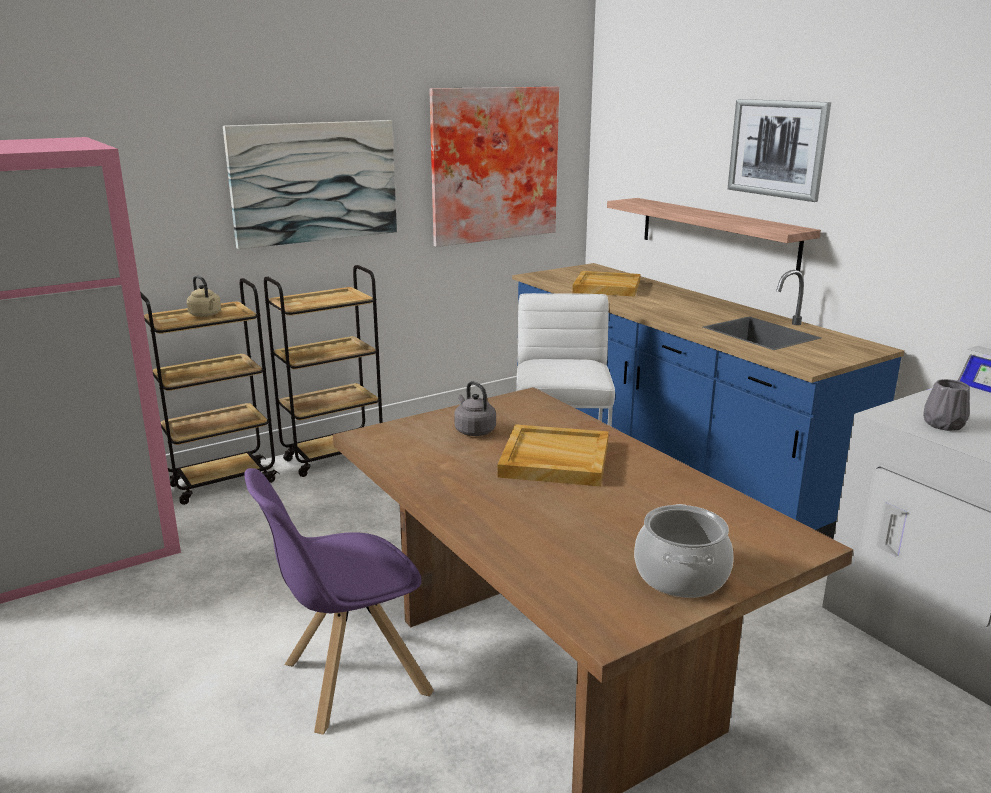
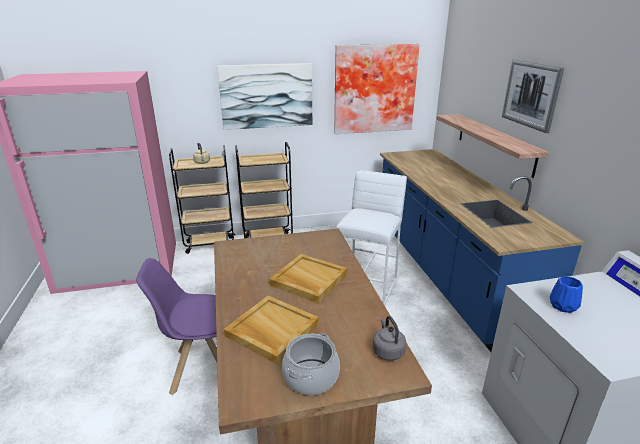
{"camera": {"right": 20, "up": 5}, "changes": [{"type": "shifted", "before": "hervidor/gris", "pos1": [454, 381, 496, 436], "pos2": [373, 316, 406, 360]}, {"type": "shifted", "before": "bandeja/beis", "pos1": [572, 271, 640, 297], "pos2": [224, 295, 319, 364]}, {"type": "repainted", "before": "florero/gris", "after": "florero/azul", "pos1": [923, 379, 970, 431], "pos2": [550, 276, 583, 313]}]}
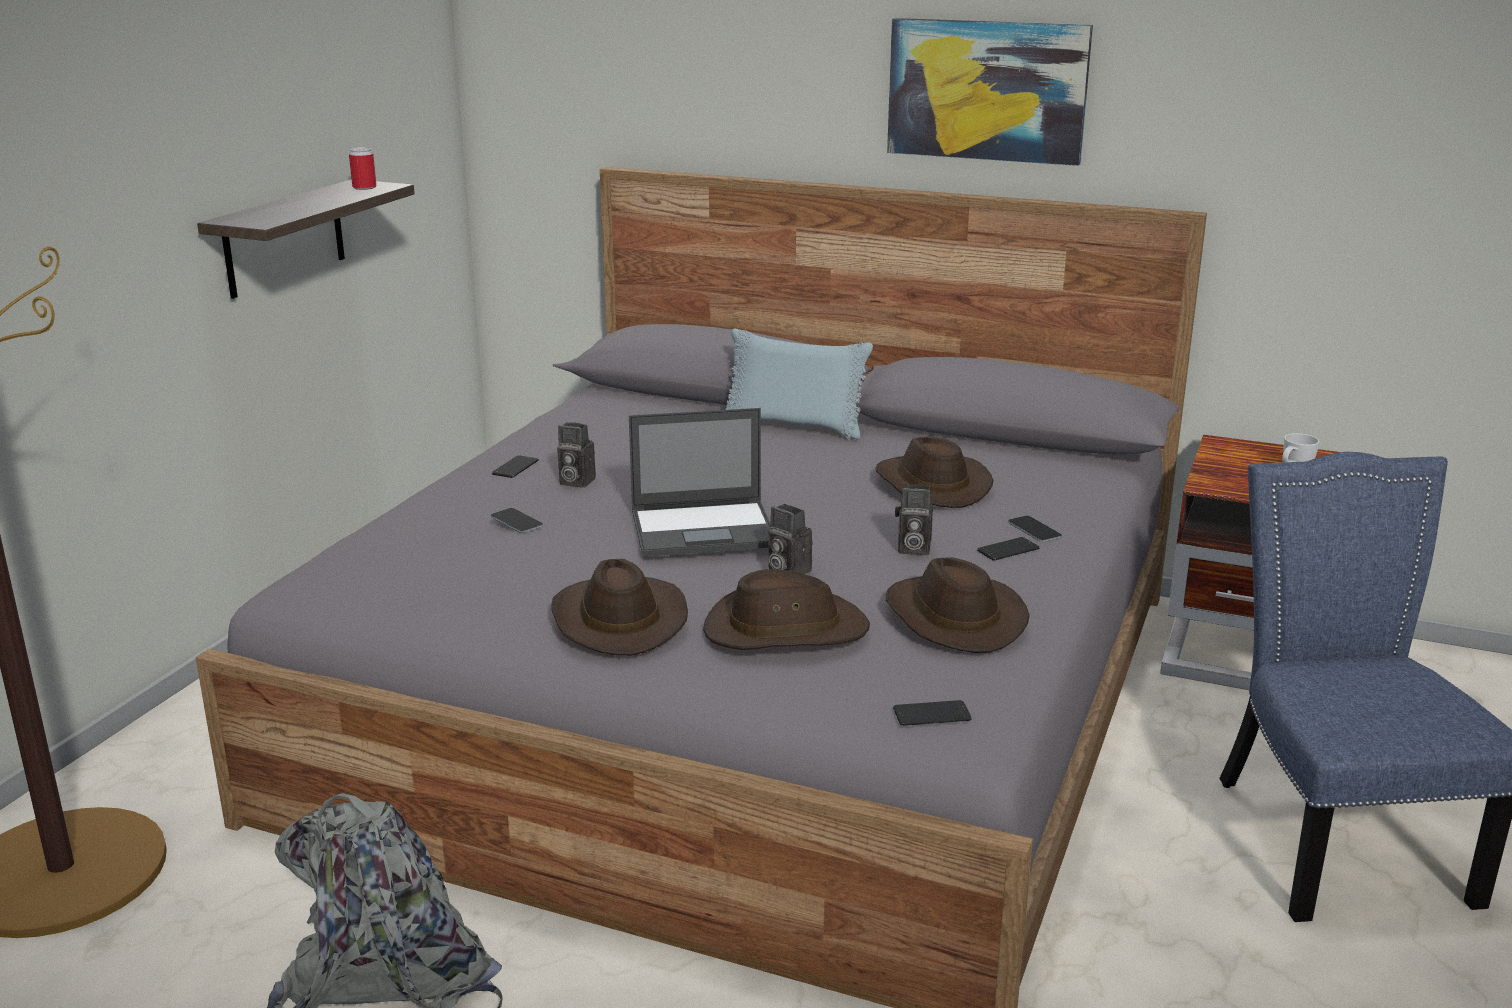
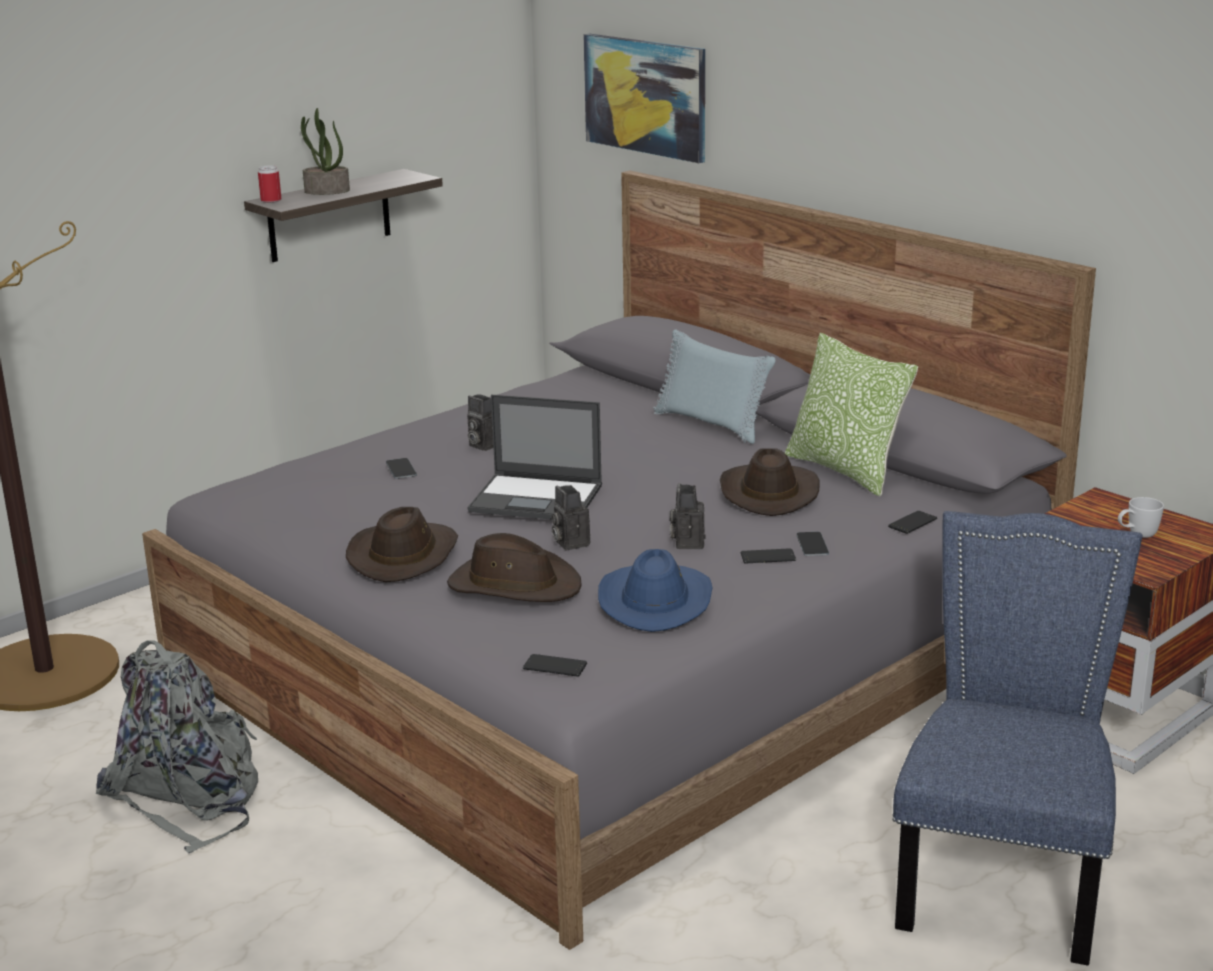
{"camera": {"right": 25, "up": 0}, "changes": [{"type": "new", "after": "planta en maceta", "pos2": [301, 108, 350, 195]}, {"type": "new", "after": "cojín", "pos2": [785, 333, 918, 497]}, {"type": "shifted", "before": "lata", "pos1": [349, 147, 376, 190], "pos2": [258, 165, 282, 203]}, {"type": "shifted", "before": "móvil", "pos1": [492, 455, 539, 478], "pos2": [888, 511, 937, 534]}, {"type": "shifted", "before": "cuadro", "pos1": [887, 18, 1093, 166], "pos2": [583, 34, 705, 163]}, {"type": "repainted", "before": "sombrero/marrón", "after": "sombrero/azul", "pos1": [886, 557, 1030, 653], "pos2": [598, 549, 712, 632]}, {"type": "rotated", "before": "cámara", "pos1": [895, 484, 933, 555], "pos2": [669, 483, 705, 549], "turn": 60}]}
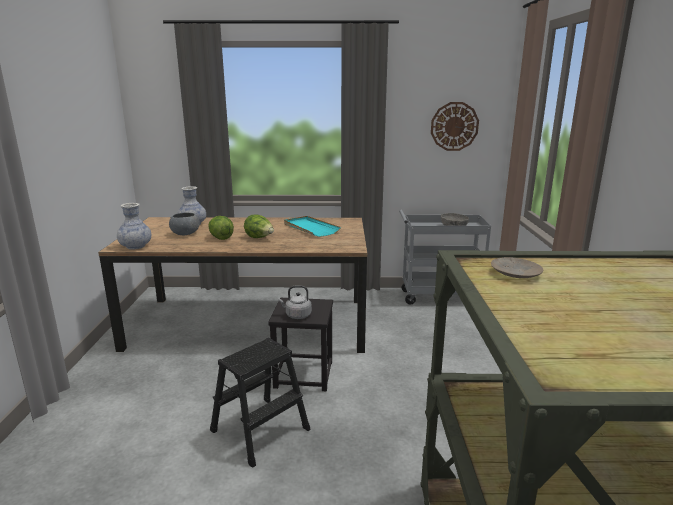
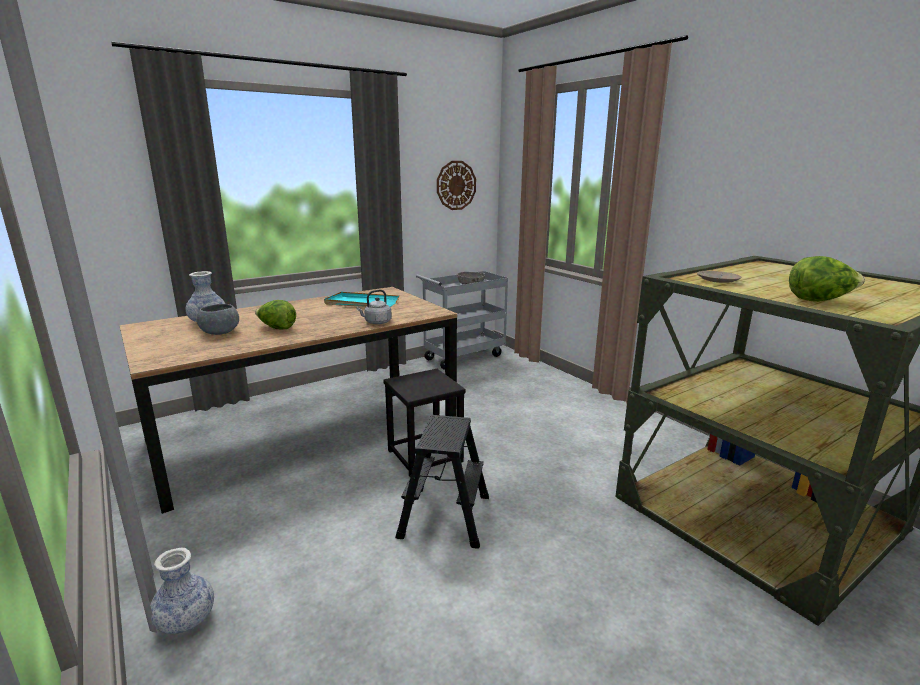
{"camera": {"right": -35, "up": 0}, "changes": [{"type": "shifted", "before": "florero", "pos1": [117, 203, 151, 250], "pos2": [150, 548, 214, 634]}, {"type": "shifted", "before": "lechuga", "pos1": [244, 215, 274, 238], "pos2": [789, 256, 865, 302]}, {"type": "shifted", "before": "hervidor/gris", "pos1": [278, 285, 312, 319], "pos2": [356, 290, 392, 324]}]}
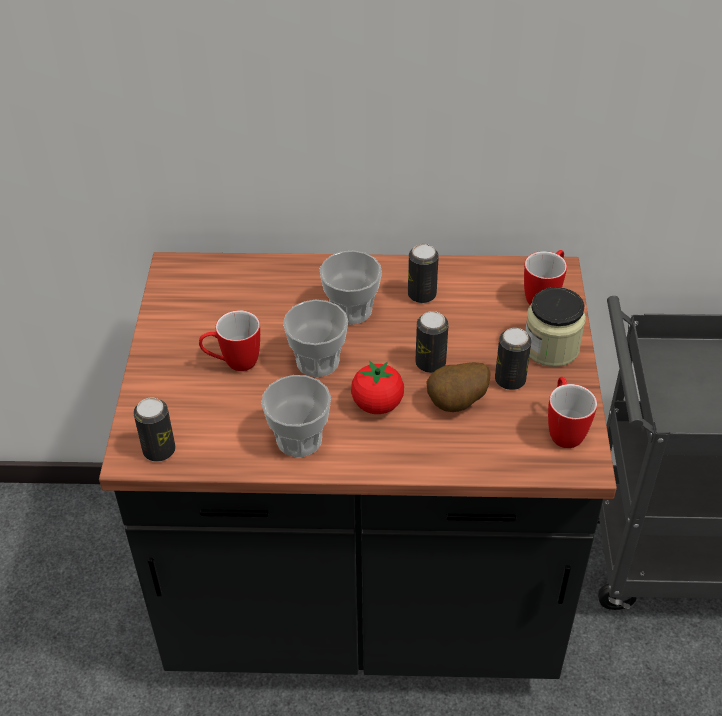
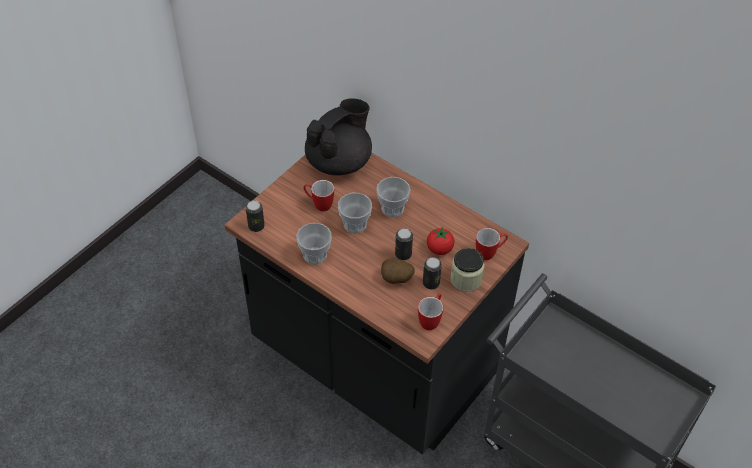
{"camera": {"right": 35, "up": 5}, "changes": [{"type": "gone", "before": "lata", "pos1": [408, 244, 439, 303]}, {"type": "new", "after": "tetera/negro", "pos2": [305, 98, 372, 175]}, {"type": "shifted", "before": "tomate", "pos1": [351, 361, 404, 414], "pos2": [427, 227, 454, 255]}]}
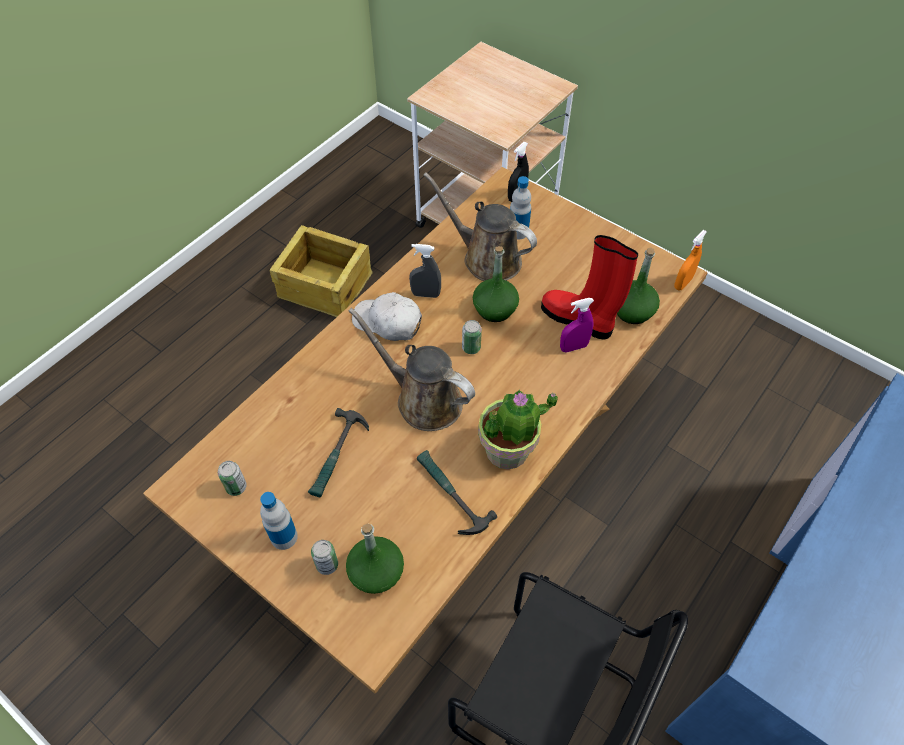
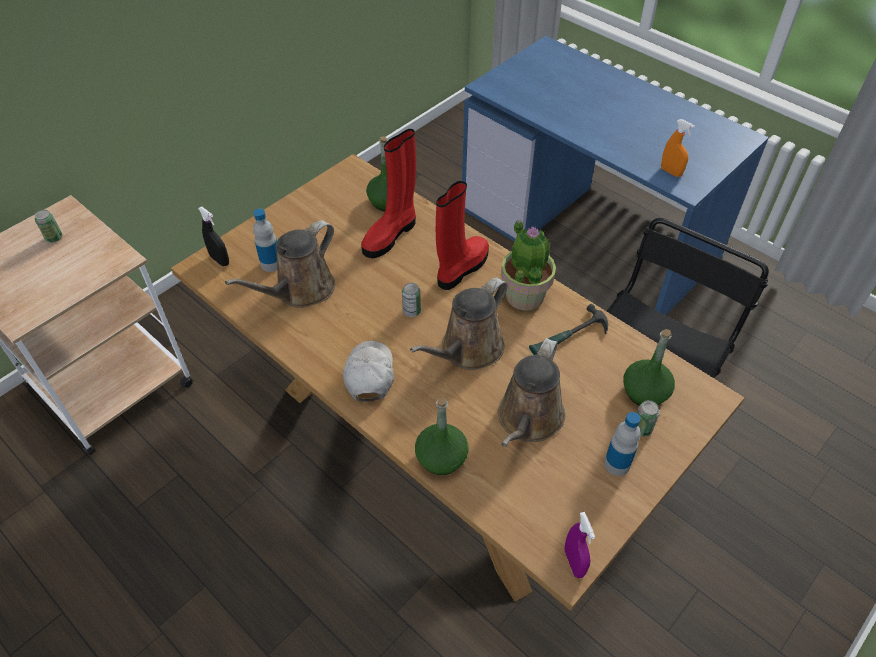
{"camera": {"right": -85, "up": -5}, "changes": [{"type": "gone", "before": "caja de embalaje", "pos1": [270, 225, 373, 317]}, {"type": "gone", "before": "pulverizador/gris", "pos1": [409, 244, 441, 298]}, {"type": "new", "after": "bota/rojo", "pos2": [436, 181, 489, 290]}, {"type": "shifted", "before": "lata", "pos1": [218, 461, 247, 496], "pos2": [35, 210, 62, 243]}, {"type": "shifted", "before": "botella/verde", "pos1": [473, 246, 519, 322], "pos2": [415, 397, 469, 475]}, {"type": "shifted", "before": "pulverizador/morado", "pos1": [560, 298, 594, 352], "pos2": [564, 512, 595, 578]}, {"type": "shifted", "before": "pulverizador/naranja", "pos1": [674, 230, 707, 291], "pos2": [661, 119, 695, 177]}, {"type": "swapped", "before": "martillo", "after": "regadera/marrón", "pos1": [308, 408, 369, 498], "pos2": [498, 338, 565, 447]}, {"type": "rotated", "before": "gorra/blanco", "pos1": [352, 292, 422, 341], "pos2": [343, 341, 395, 402], "turn": 150}]}
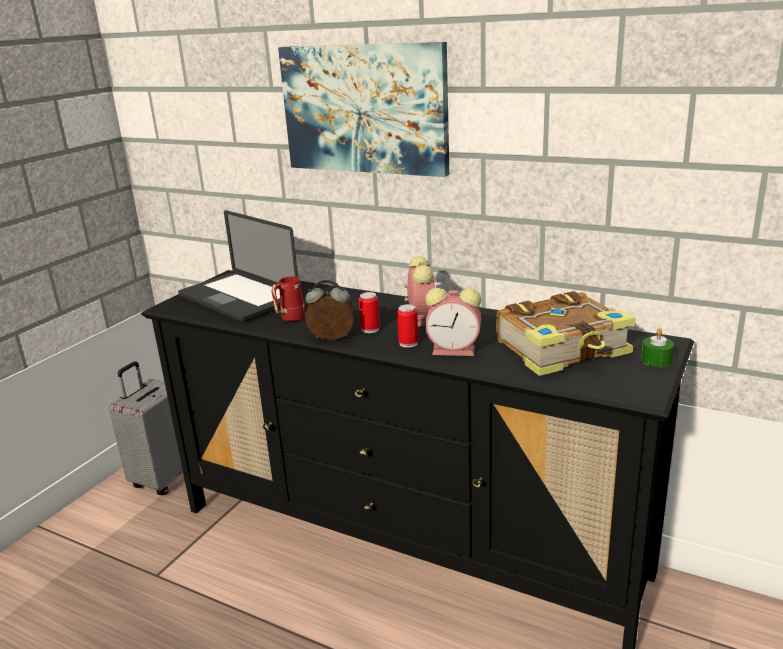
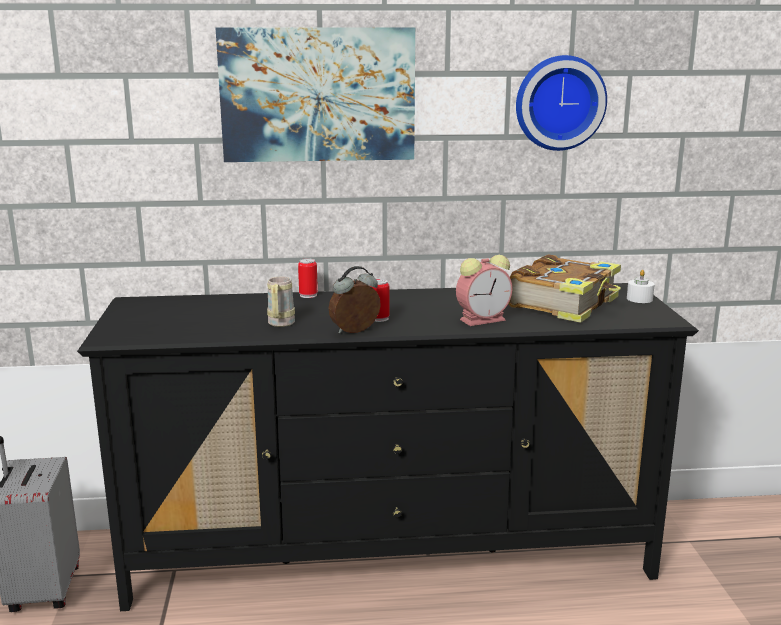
{"camera": {"right": -35, "up": -5}, "changes": [{"type": "gone", "before": "portátil", "pos1": [178, 210, 298, 322]}, {"type": "gone", "before": "despertador", "pos1": [404, 256, 435, 326]}, {"type": "new", "after": "reloj de pared", "pos2": [516, 55, 607, 151]}, {"type": "shifted", "before": "lata", "pos1": [397, 304, 418, 348], "pos2": [298, 258, 318, 298]}, {"type": "repainted", "before": "taza grande/rojo", "after": "taza grande/beis", "pos1": [271, 276, 305, 321], "pos2": [267, 277, 295, 327]}, {"type": "repainted", "before": "vela/verde", "after": "vela/blanco", "pos1": [641, 328, 674, 367], "pos2": [627, 270, 655, 303]}]}
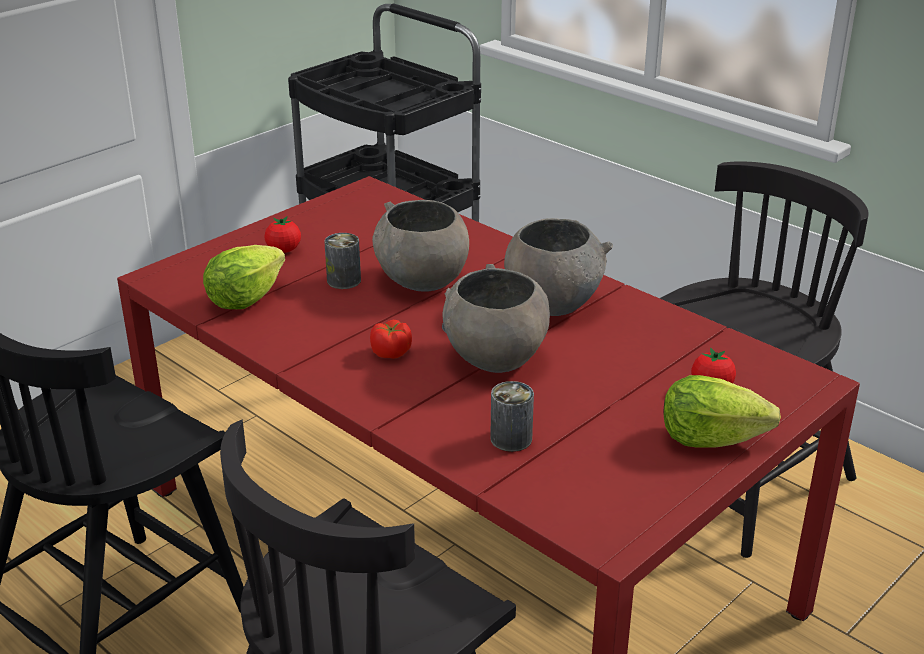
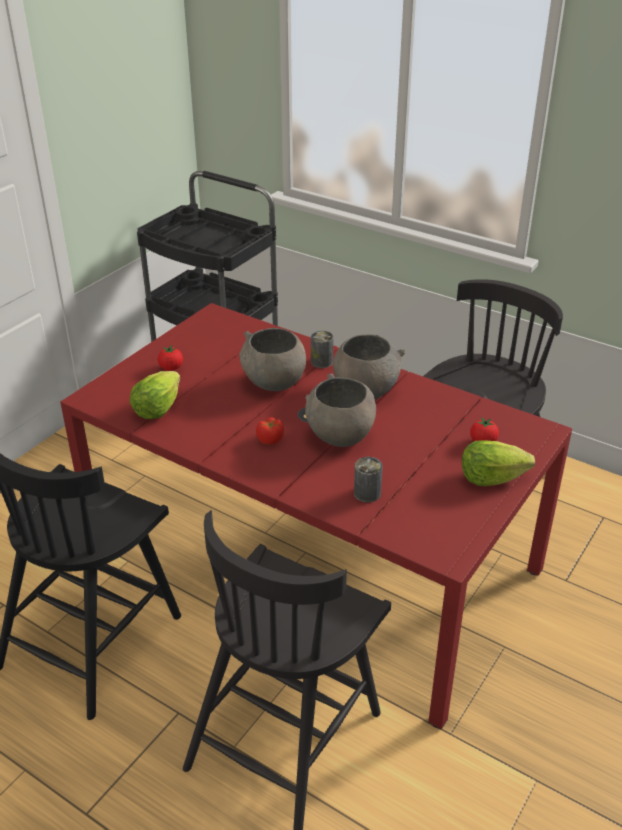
{"camera": {"right": -10, "up": 5}, "changes": [{"type": "shifted", "before": "lata", "pos1": [324, 233, 361, 289], "pos2": [311, 331, 333, 368]}]}
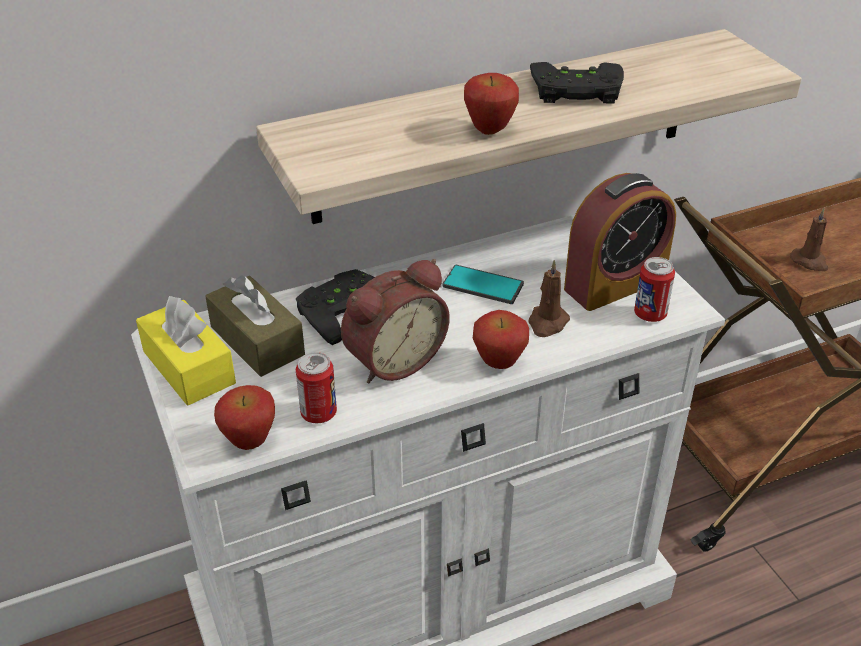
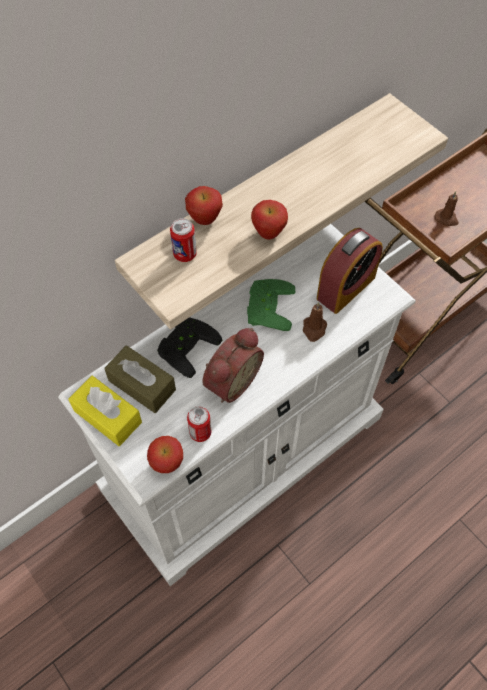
{"camera": {"right": -15, "up": 20}, "changes": [{"type": "gone", "before": "mando de consola/negro", "pos1": [530, 62, 624, 103]}, {"type": "shifted", "before": "manzana", "pos1": [473, 310, 529, 369], "pos2": [185, 186, 223, 225]}, {"type": "shifted", "before": "lata", "pos1": [634, 257, 675, 322], "pos2": [170, 218, 197, 262]}, {"type": "swapped", "before": "móvil", "after": "mando de consola/verde", "pos1": [443, 265, 524, 304], "pos2": [247, 279, 295, 331]}]}
